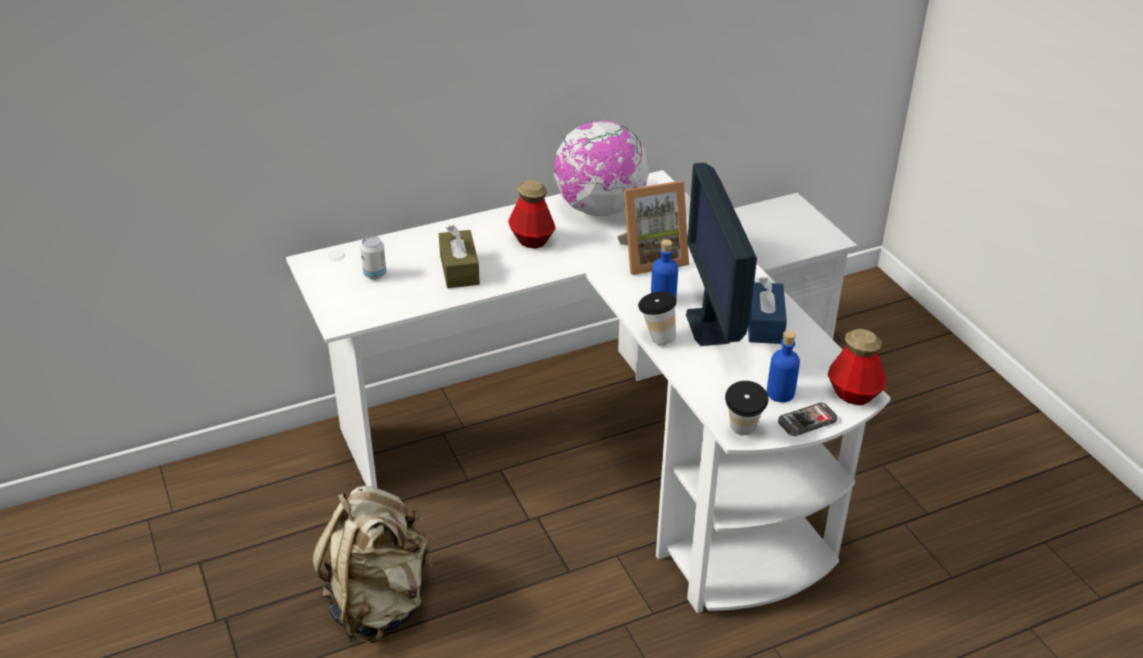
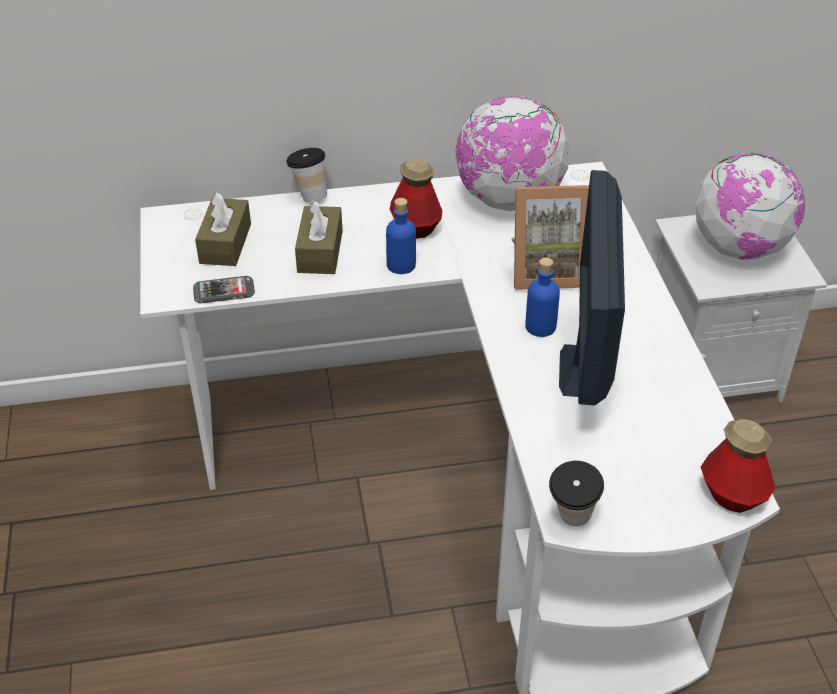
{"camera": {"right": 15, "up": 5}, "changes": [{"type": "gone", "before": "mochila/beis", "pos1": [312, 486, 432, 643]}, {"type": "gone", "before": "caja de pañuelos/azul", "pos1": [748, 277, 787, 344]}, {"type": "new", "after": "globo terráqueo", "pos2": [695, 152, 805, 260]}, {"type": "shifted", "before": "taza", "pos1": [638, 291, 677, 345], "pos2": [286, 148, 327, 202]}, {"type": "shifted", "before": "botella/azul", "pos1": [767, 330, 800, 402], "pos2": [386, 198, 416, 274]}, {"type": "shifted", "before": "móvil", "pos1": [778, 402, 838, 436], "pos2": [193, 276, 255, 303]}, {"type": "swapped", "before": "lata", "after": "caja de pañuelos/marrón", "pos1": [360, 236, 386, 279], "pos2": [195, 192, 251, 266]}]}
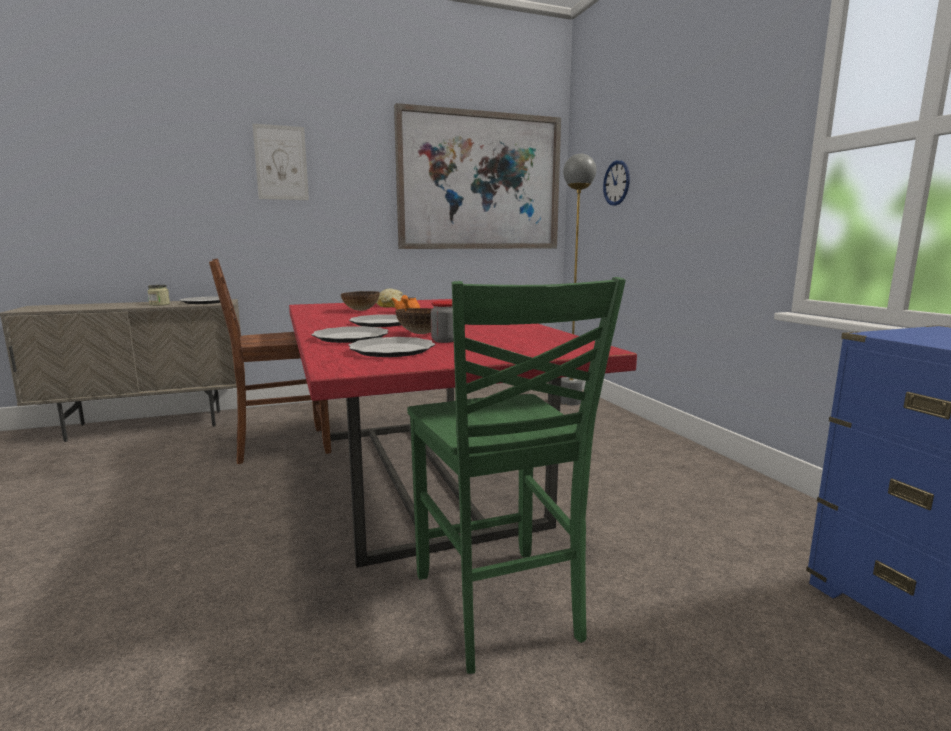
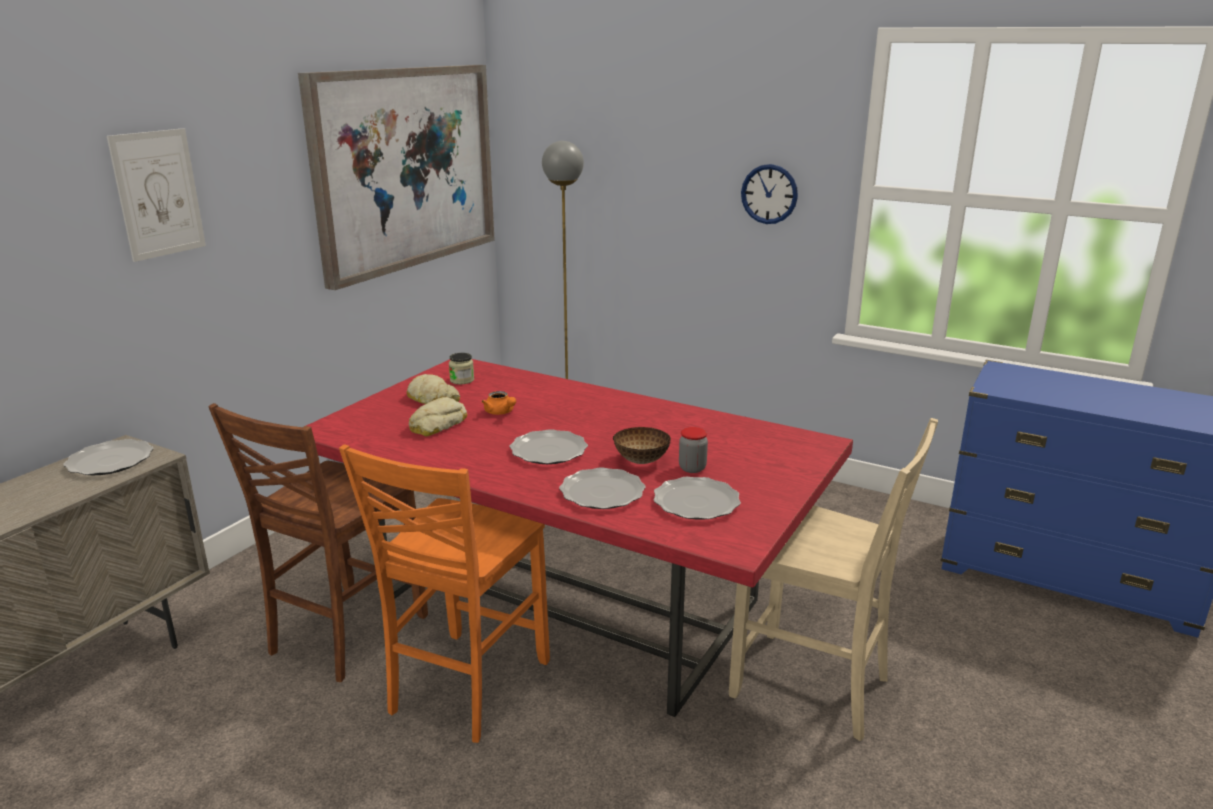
{"camera": {"right": -40, "up": 10}, "changes": [{"type": "new", "after": "silla/naranja", "pos2": [339, 444, 550, 743]}, {"type": "shifted", "before": "tarro", "pos1": [148, 285, 170, 306], "pos2": [449, 353, 474, 384]}, {"type": "shifted", "before": "reloj de pared", "pos1": [603, 160, 630, 206], "pos2": [741, 164, 798, 224]}, {"type": "swapped", "before": "cuenco", "after": "pan", "pos1": [341, 291, 380, 311], "pos2": [408, 397, 467, 436]}, {"type": "repainted", "before": "silla/verde", "after": "silla/beis", "pos1": [407, 277, 626, 674], "pos2": [729, 418, 938, 741]}]}
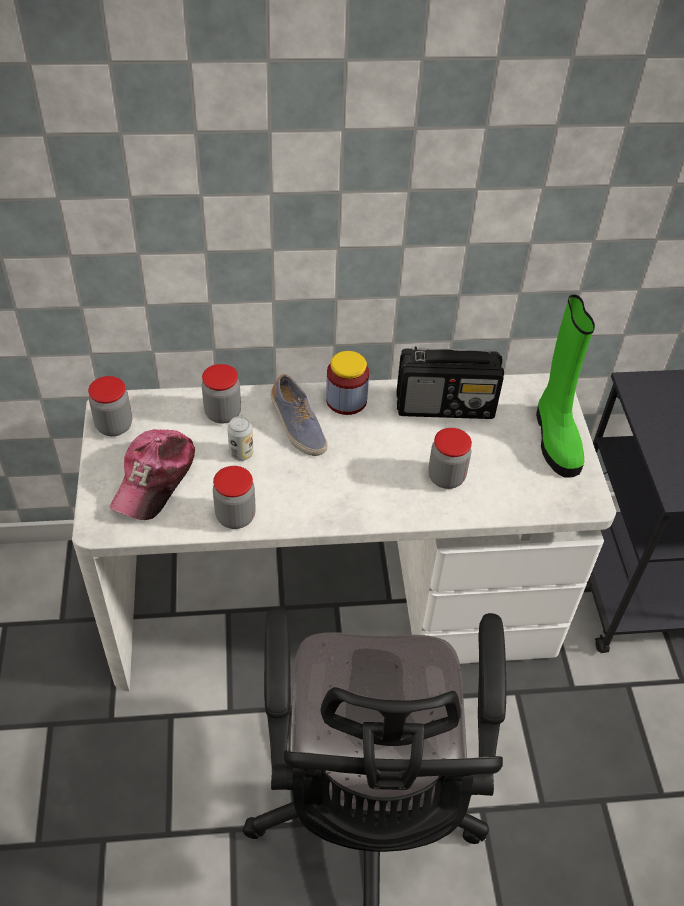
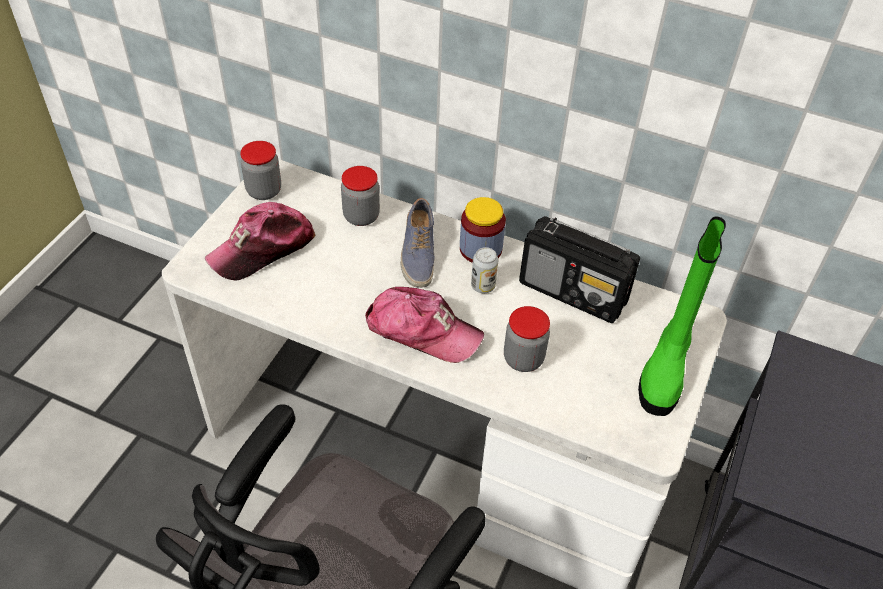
{"camera": {"right": 30, "up": 0}, "changes": [{"type": "gone", "before": "tarro", "pos1": [213, 466, 256, 529]}, {"type": "new", "after": "gorra", "pos2": [365, 287, 484, 363]}, {"type": "shifted", "before": "lata", "pos1": [227, 416, 253, 461], "pos2": [471, 247, 498, 293]}]}
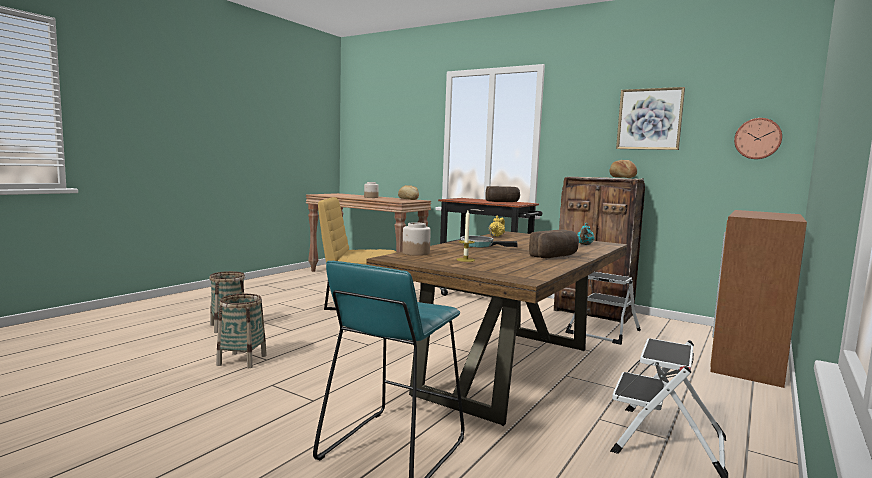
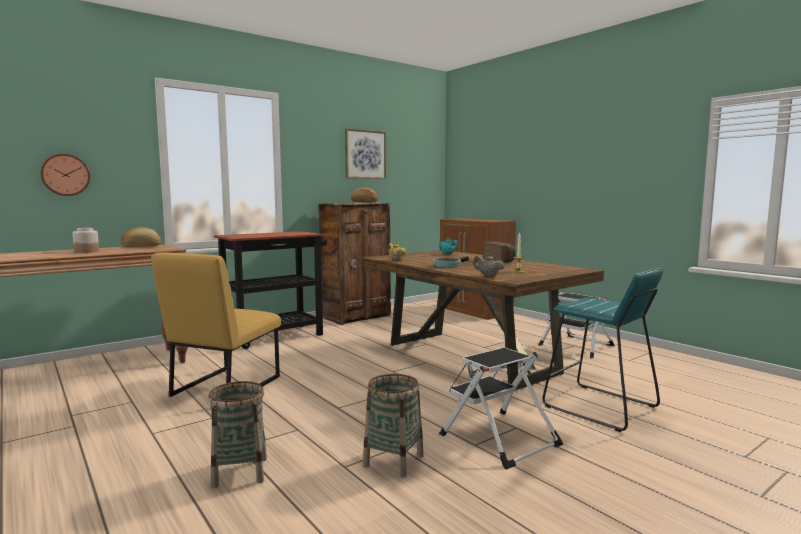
{"camera": {"right": -70, "up": 0}, "changes": [{"type": "gone", "before": "pan", "pos1": [485, 186, 520, 202]}, {"type": "shifted", "before": "escalera de tijera", "pos1": [565, 272, 641, 345], "pos2": [439, 348, 563, 469]}, {"type": "shifted", "before": "reloj de pared", "pos1": [734, 118, 782, 159], "pos2": [40, 154, 90, 196]}, {"type": "swapped", "before": "tarro", "after": "tetera/beis", "pos1": [402, 222, 431, 256], "pos2": [473, 253, 505, 277]}]}
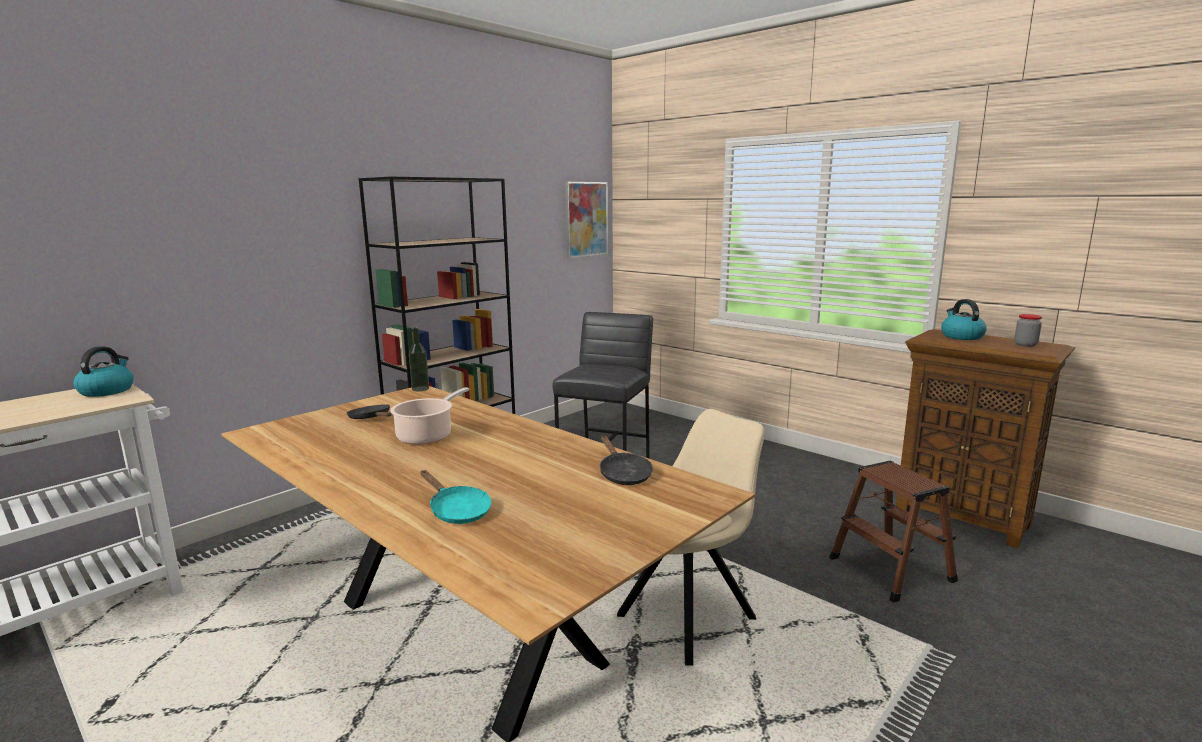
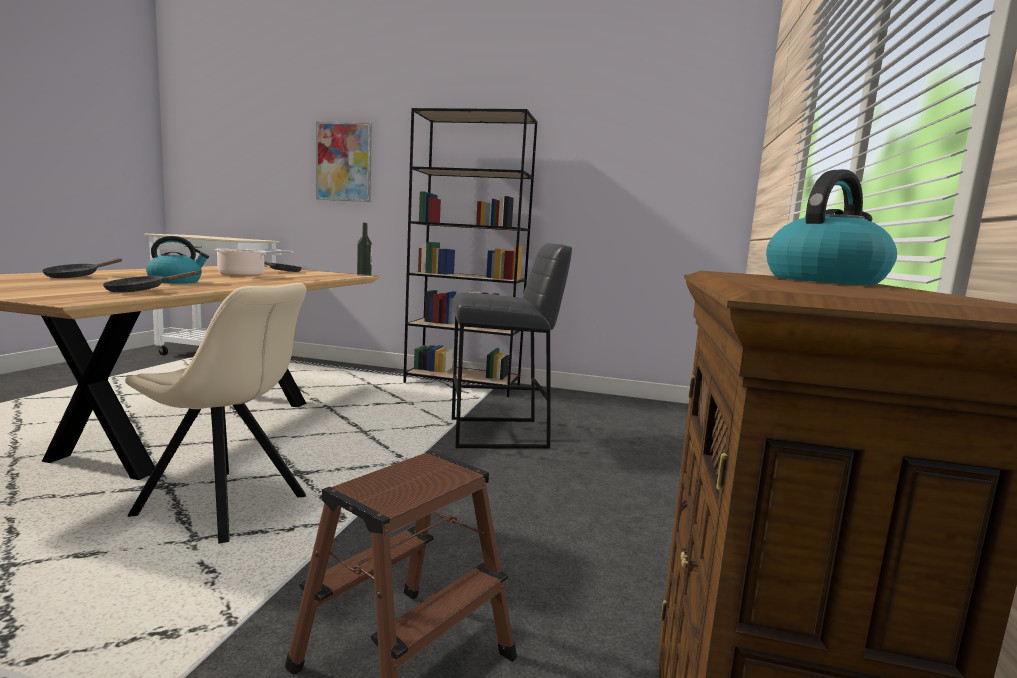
{"camera": {"right": 60, "up": -5}, "changes": [{"type": "gone", "before": "tarro", "pos1": [1014, 314, 1042, 347]}, {"type": "shifted", "before": "hervidor", "pos1": [73, 346, 134, 397], "pos2": [146, 236, 209, 284]}, {"type": "shifted", "before": "cuadro", "pos1": [565, 182, 608, 258], "pos2": [316, 122, 372, 202]}, {"type": "repainted", "before": "sartén/turquesa", "after": "sartén/negro", "pos1": [420, 470, 491, 524], "pos2": [42, 258, 122, 278]}]}
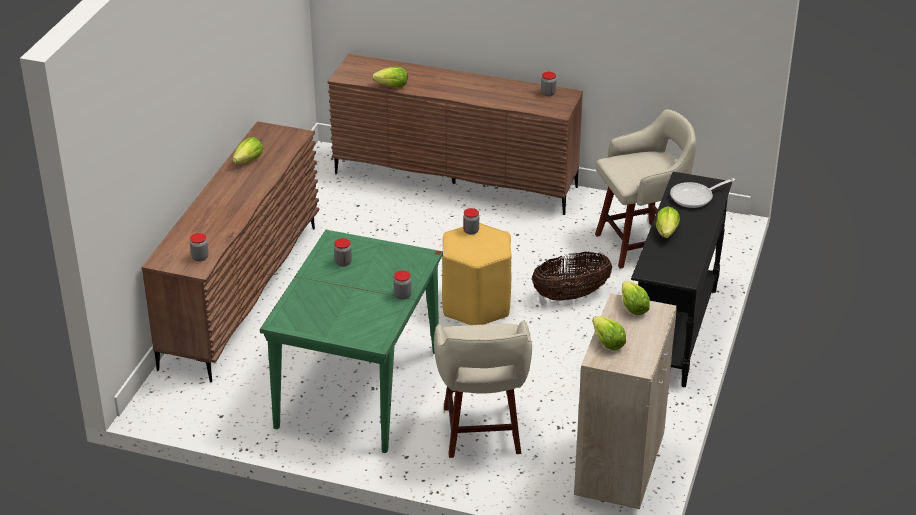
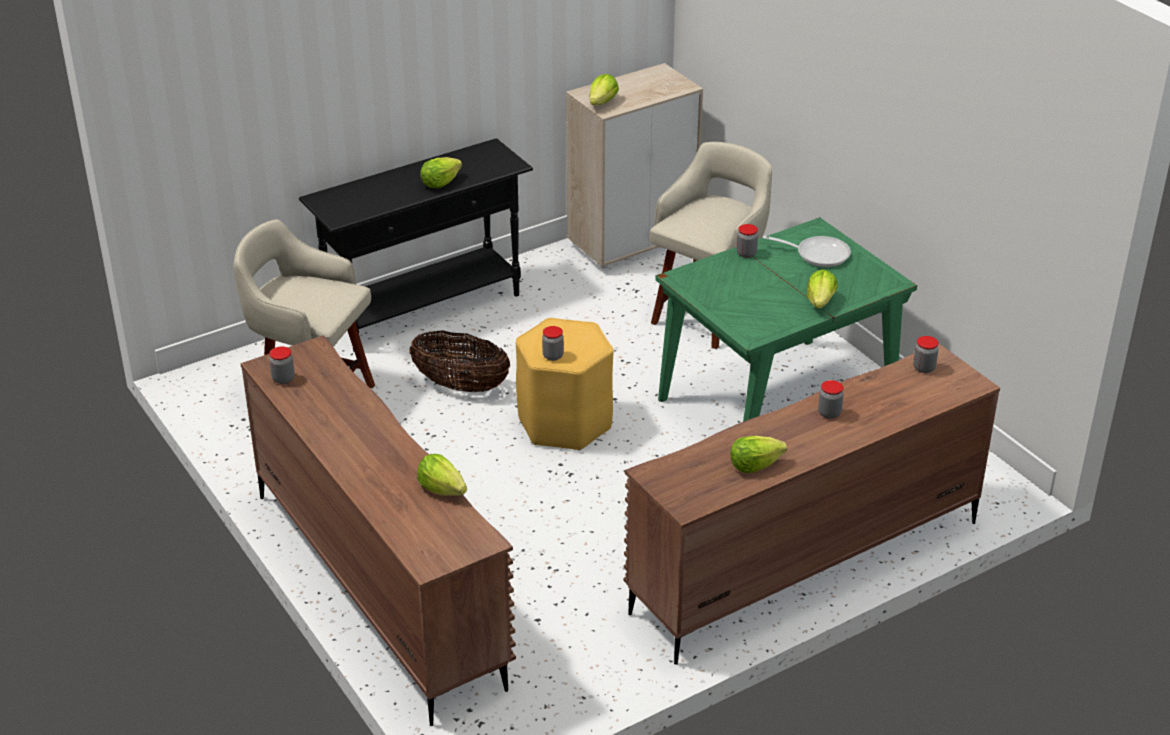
{"camera": {"right": -140, "up": 0}, "changes": [{"type": "shifted", "before": "tarro", "pos1": [334, 238, 352, 266], "pos2": [818, 380, 844, 419]}, {"type": "shifted", "before": "lechuga", "pos1": [592, 316, 626, 350], "pos2": [807, 269, 838, 309]}, {"type": "shifted", "before": "sartén", "pos1": [670, 178, 735, 208], "pos2": [763, 236, 851, 267]}]}
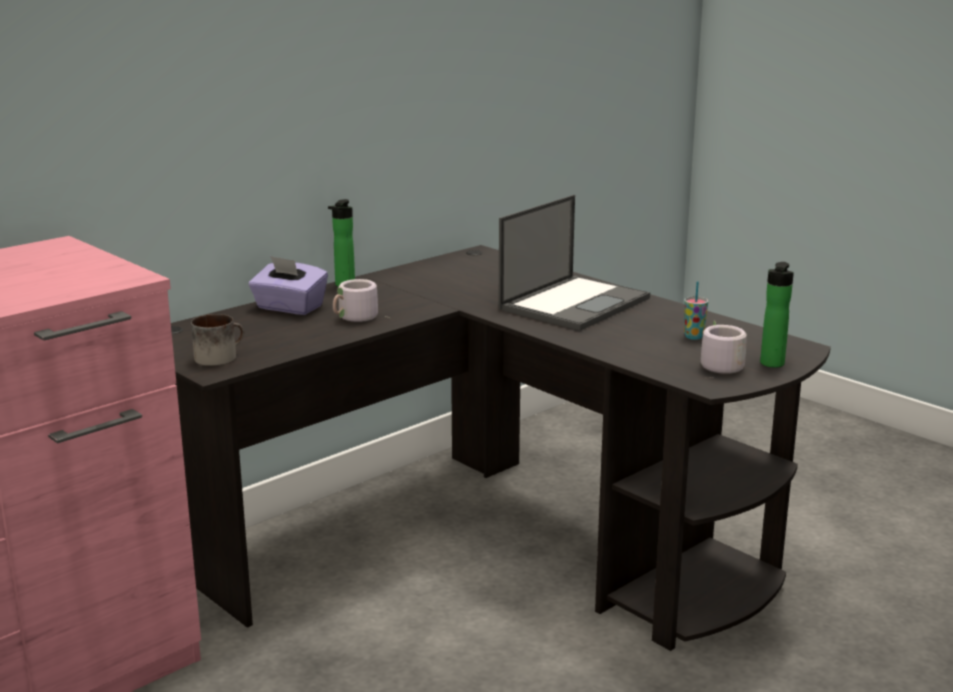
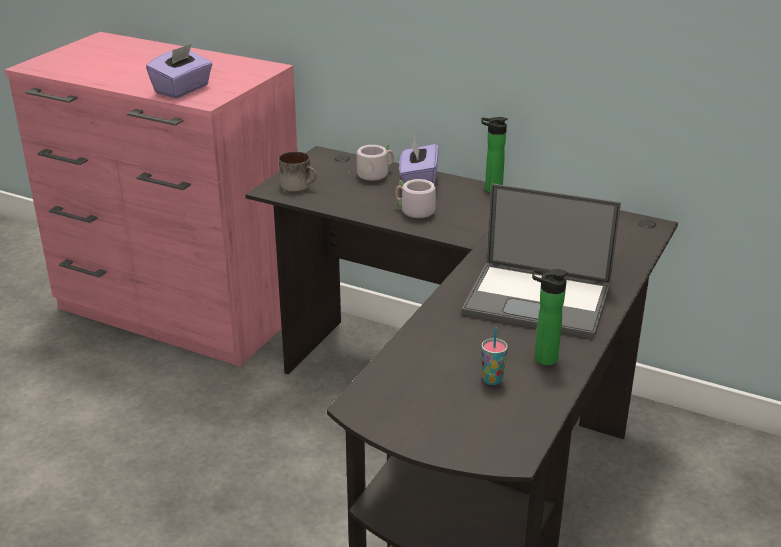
{"camera": {"right": 70, "up": 10}, "changes": [{"type": "new", "after": "caja de pañuelos/morado", "pos2": [146, 44, 213, 98]}, {"type": "shifted", "before": "taza grande/gris", "pos1": [701, 320, 747, 378], "pos2": [350, 145, 394, 181]}, {"type": "shifted", "before": "botella", "pos1": [760, 262, 794, 368], "pos2": [532, 269, 568, 366]}]}
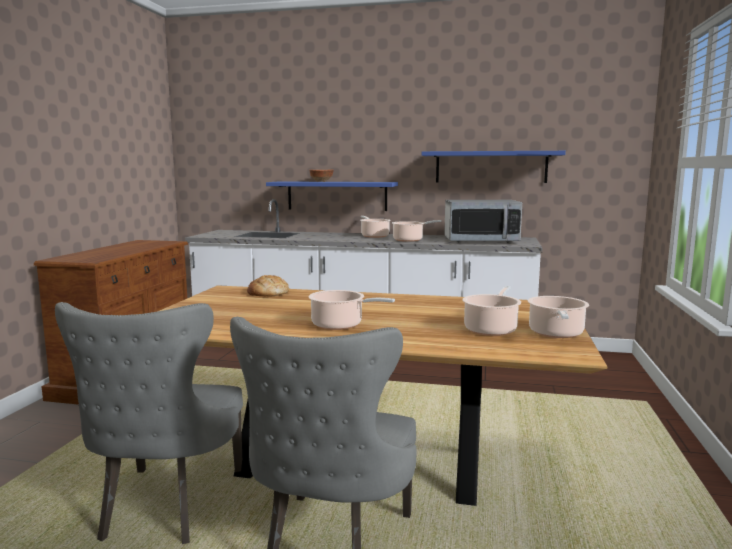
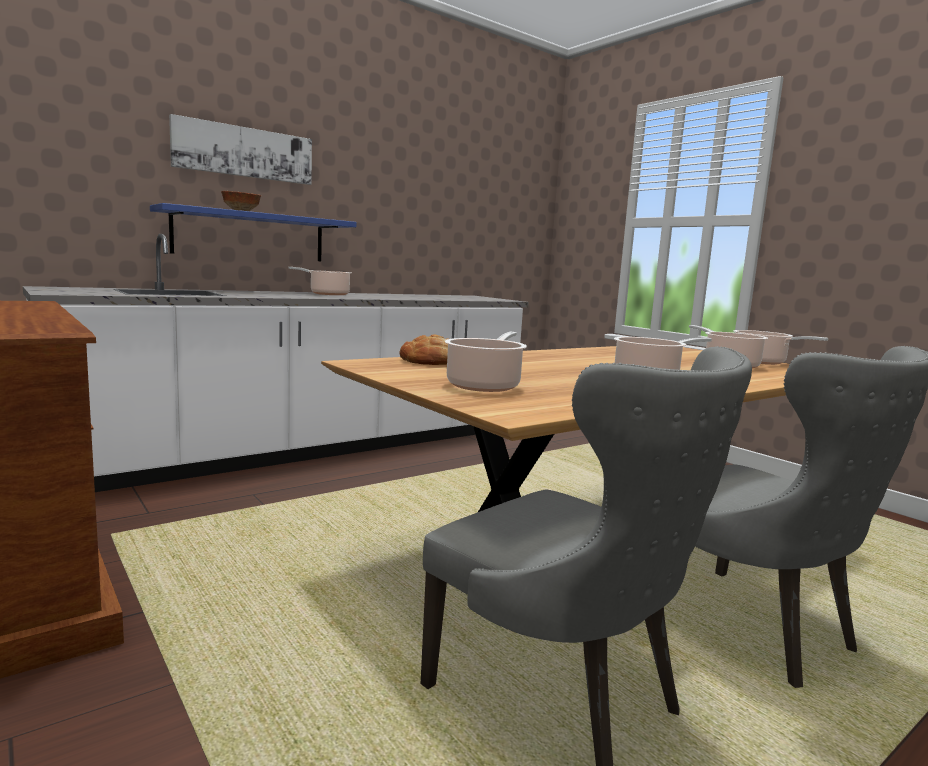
{"camera": {"right": -50, "up": 0}, "changes": [{"type": "gone", "before": "estante/azul", "pos1": [421, 151, 566, 183]}, {"type": "gone", "before": "microondas", "pos1": [444, 200, 522, 242]}, {"type": "new", "after": "cuadro", "pos2": [169, 114, 312, 185]}, {"type": "shifted", "before": "olla", "pos1": [392, 220, 442, 242], "pos2": [445, 332, 527, 392]}]}
